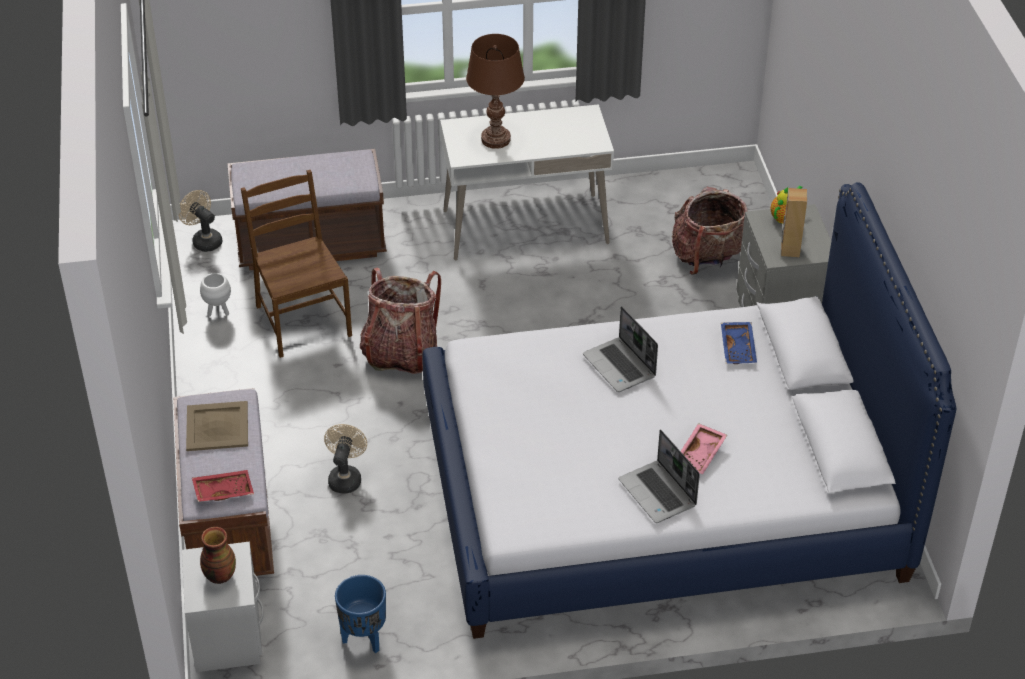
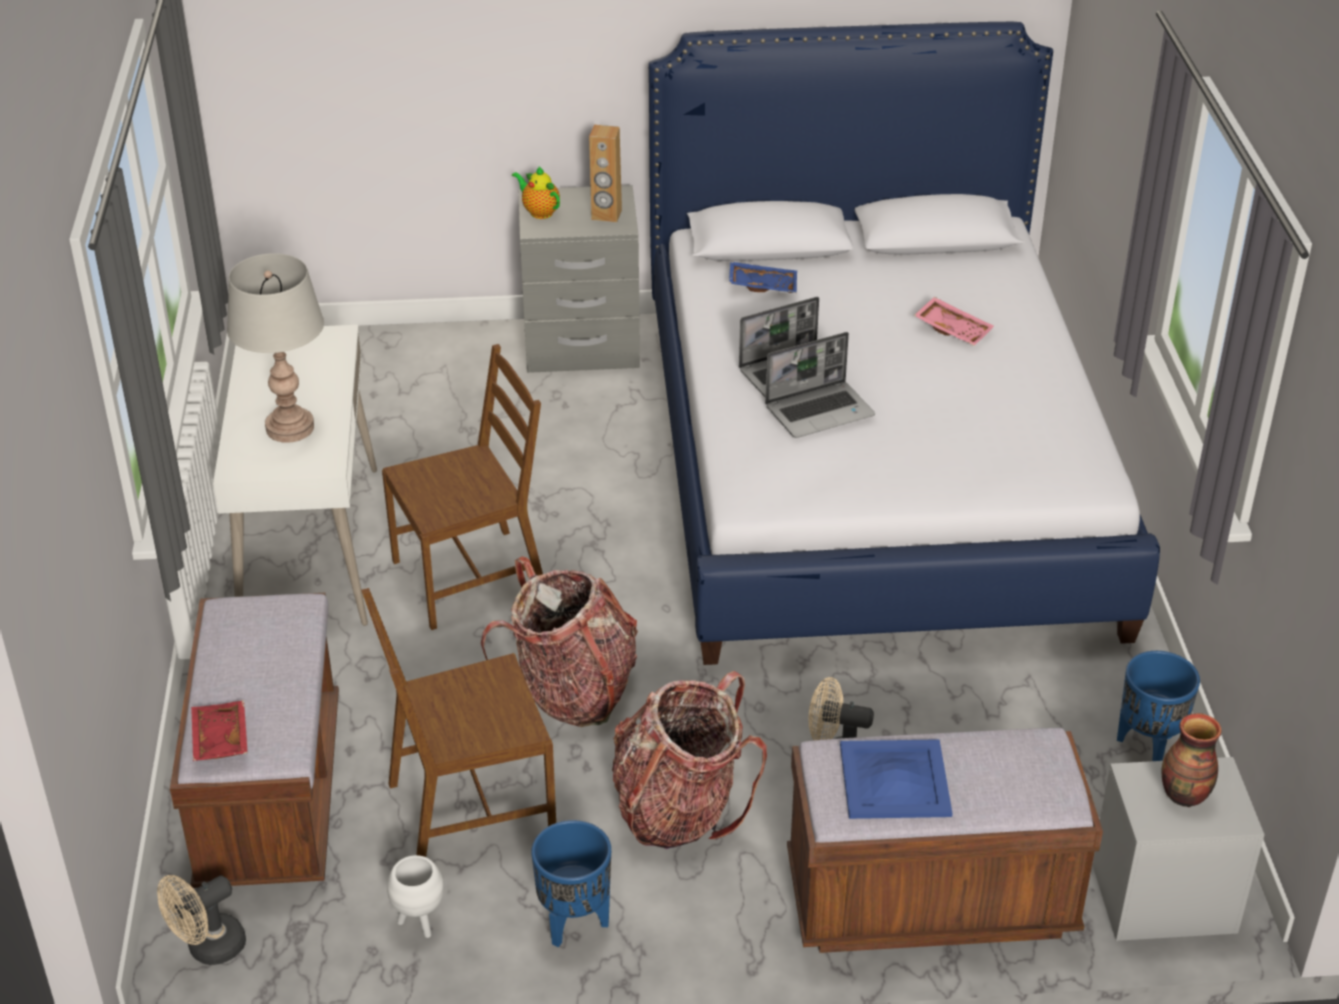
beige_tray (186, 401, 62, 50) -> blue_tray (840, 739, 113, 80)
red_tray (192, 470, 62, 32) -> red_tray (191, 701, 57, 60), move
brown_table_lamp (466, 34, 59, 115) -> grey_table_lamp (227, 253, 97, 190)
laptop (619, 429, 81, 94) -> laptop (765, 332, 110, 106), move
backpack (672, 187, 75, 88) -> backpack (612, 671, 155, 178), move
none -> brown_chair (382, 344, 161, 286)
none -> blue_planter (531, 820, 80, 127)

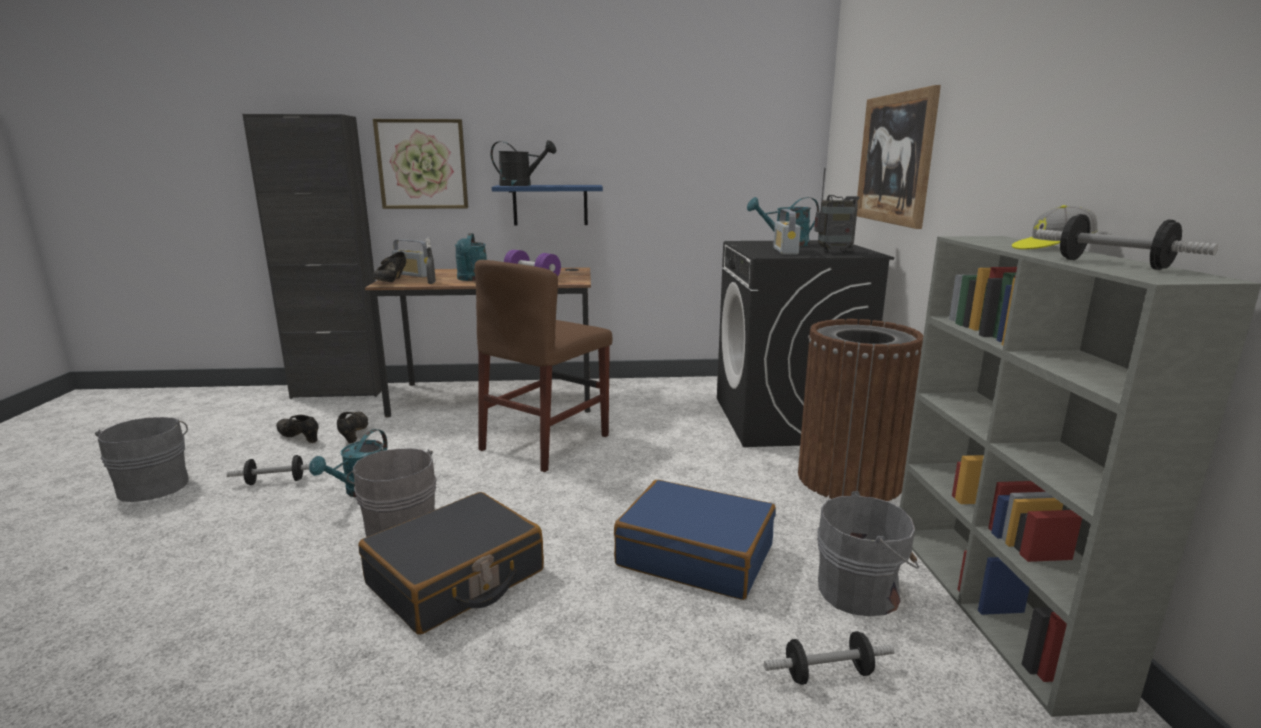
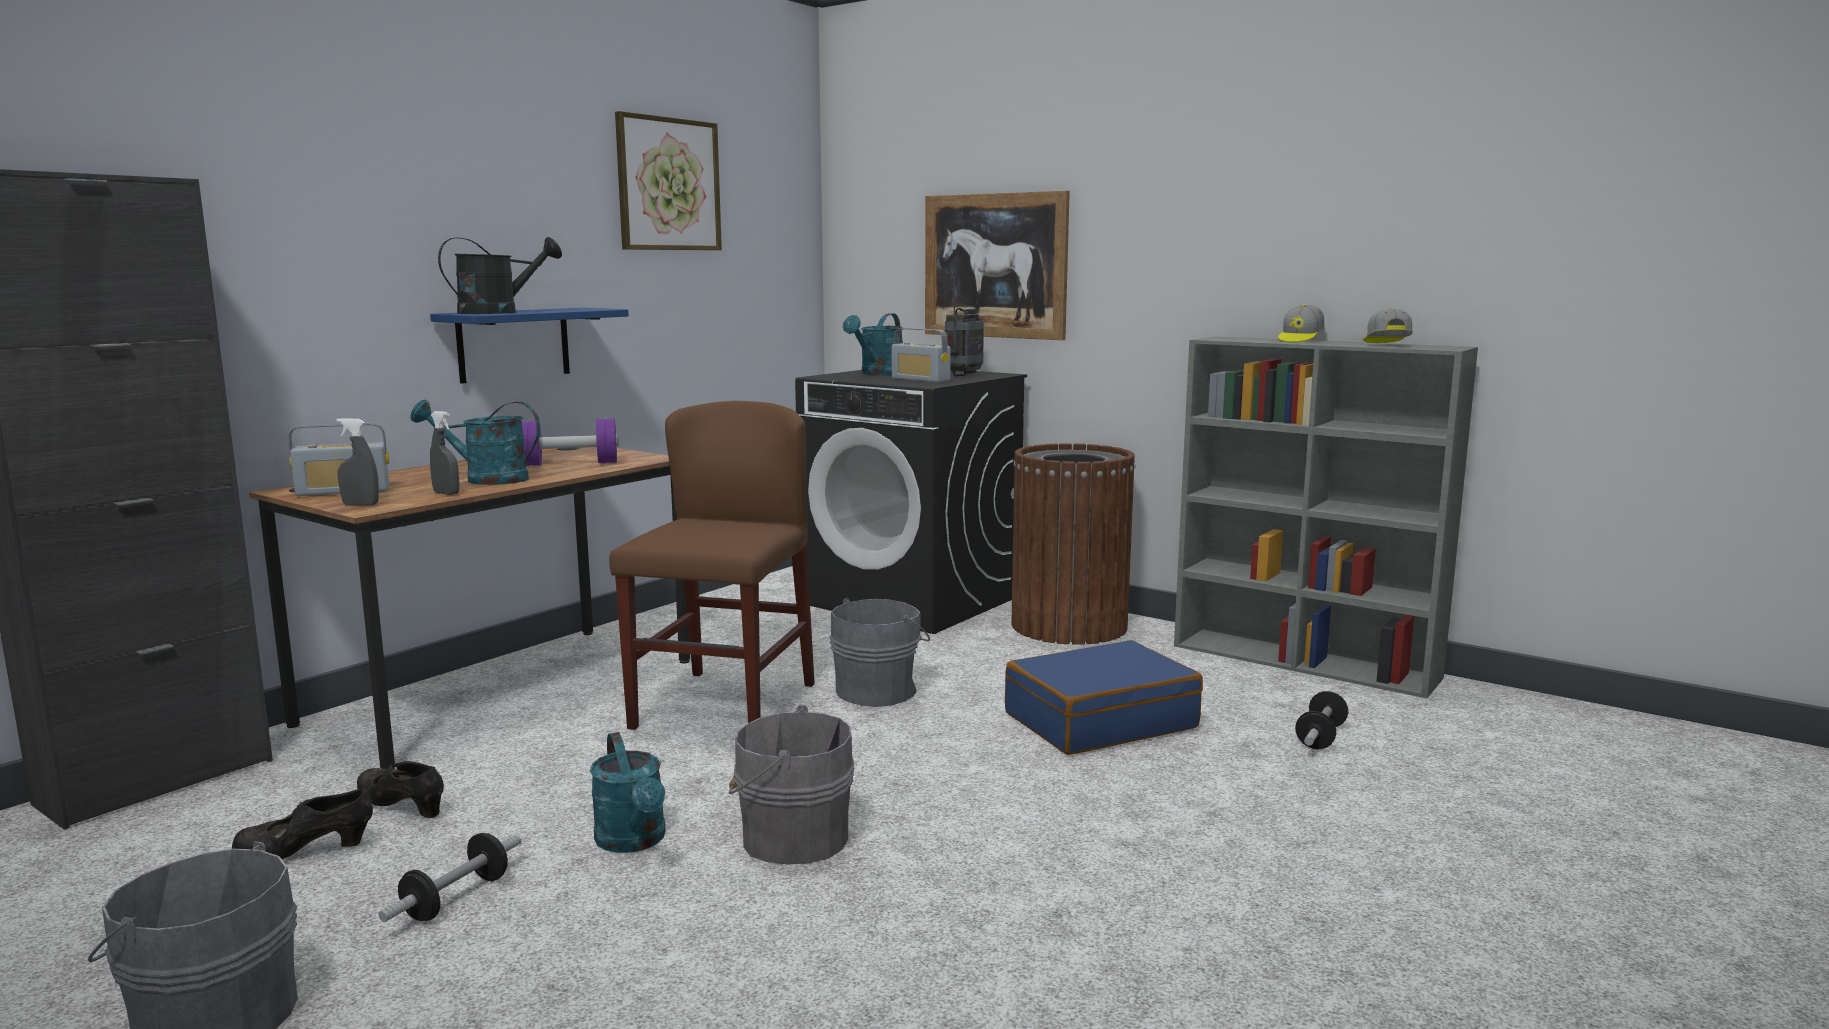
black_suitcase (358, 492, 186, 143) -> none
picture (373, 119, 95, 90) -> picture (615, 111, 107, 139), move
black_shoe (373, 252, 33, 30) -> grey_spray_bottle (337, 418, 42, 87)
turquoise_watering_can (455, 233, 32, 48) -> turquoise_watering_can (410, 400, 130, 85), 150 degrees clockwise
brown_chair (474, 260, 138, 212) -> brown_chair (609, 401, 206, 329), 150 degrees counterclockwise
grey_bucket (817, 491, 102, 126) -> grey_bucket (829, 598, 101, 109), move
dumbbell (1035, 214, 183, 56) -> cap (1363, 308, 49, 35)

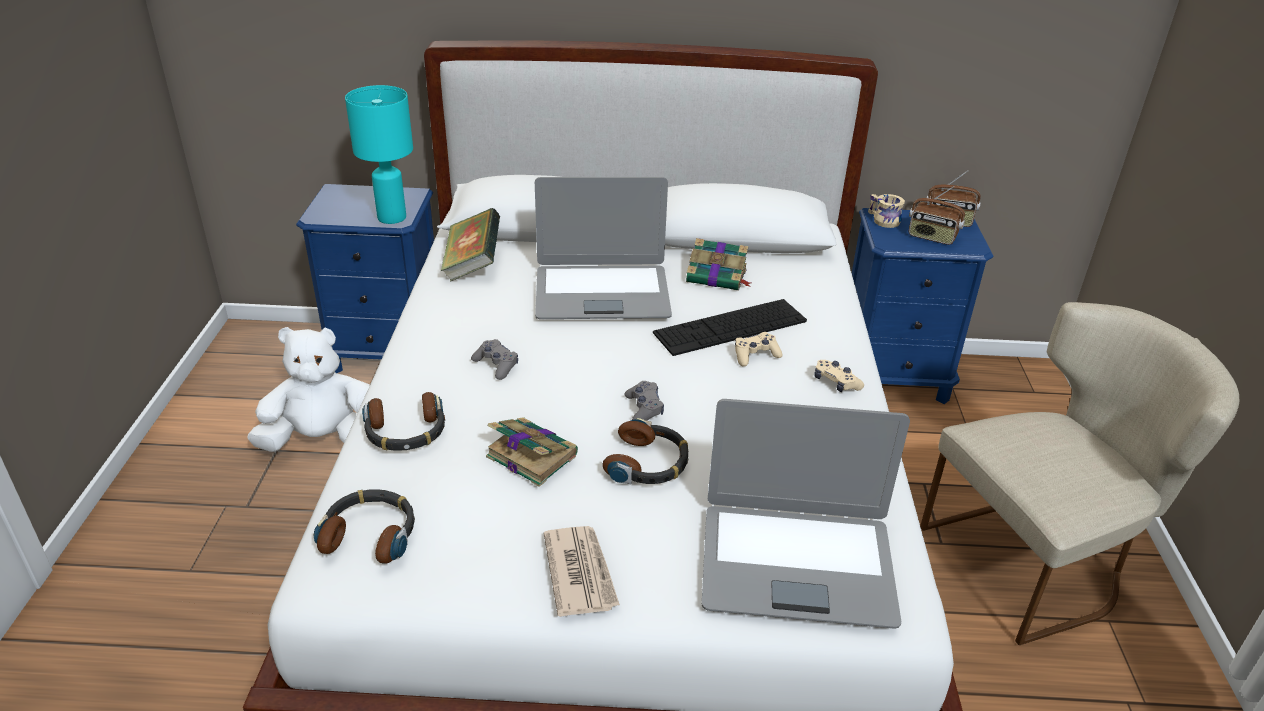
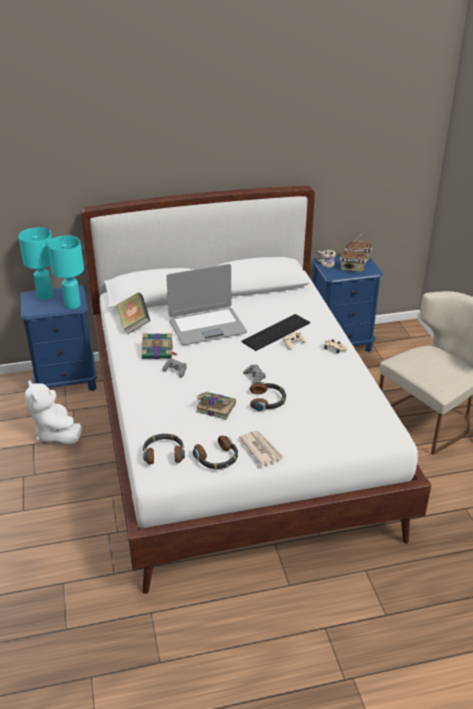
white_plush_toy (247, 327, 123, 125) -> white_plush_toy (25, 380, 57, 64), 90 degrees counterclockwise
headphones (362, 392, 83, 59) -> headphones (193, 436, 45, 34), move
book (686, 238, 65, 53) -> book (141, 333, 36, 26), move
laptop (702, 399, 208, 229) -> none
none -> turquoise_table_lamp (19, 227, 34, 73)

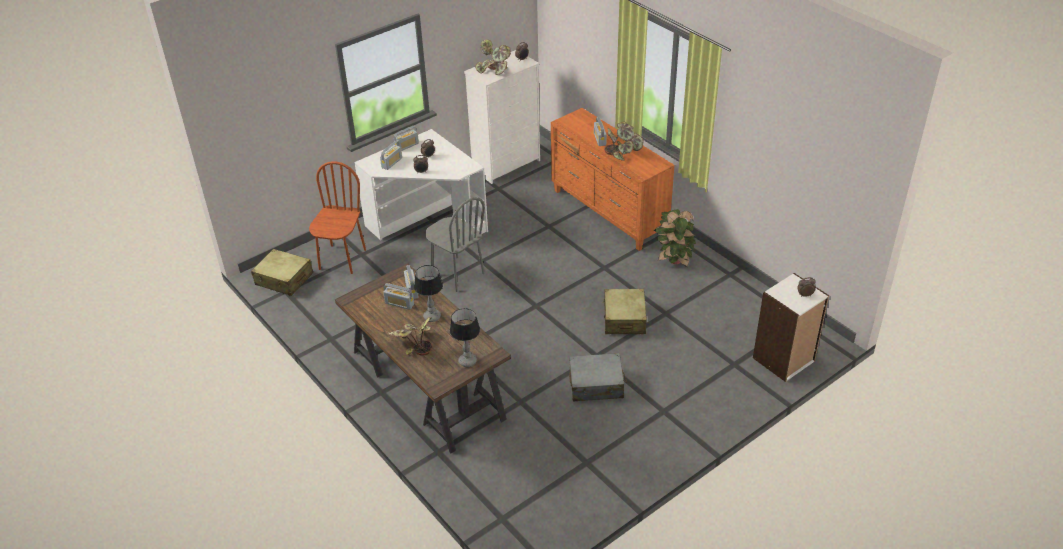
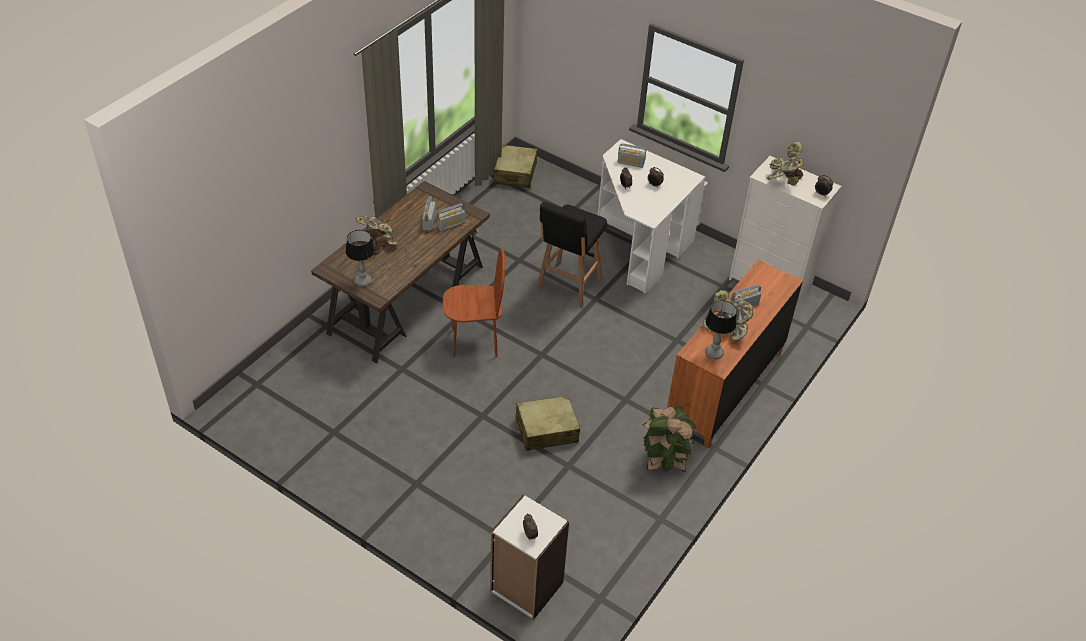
brown_chair (309, 161, 57, 113) -> brown_chair (443, 249, 62, 109), move
radio (394, 126, 25, 25) -> none
table_lamp (414, 265, 29, 57) -> table_lamp (705, 300, 32, 60), move
grey_chair (425, 197, 60, 95) -> black_stool (536, 202, 71, 105)
grey_suitcase (569, 353, 58, 48) -> none

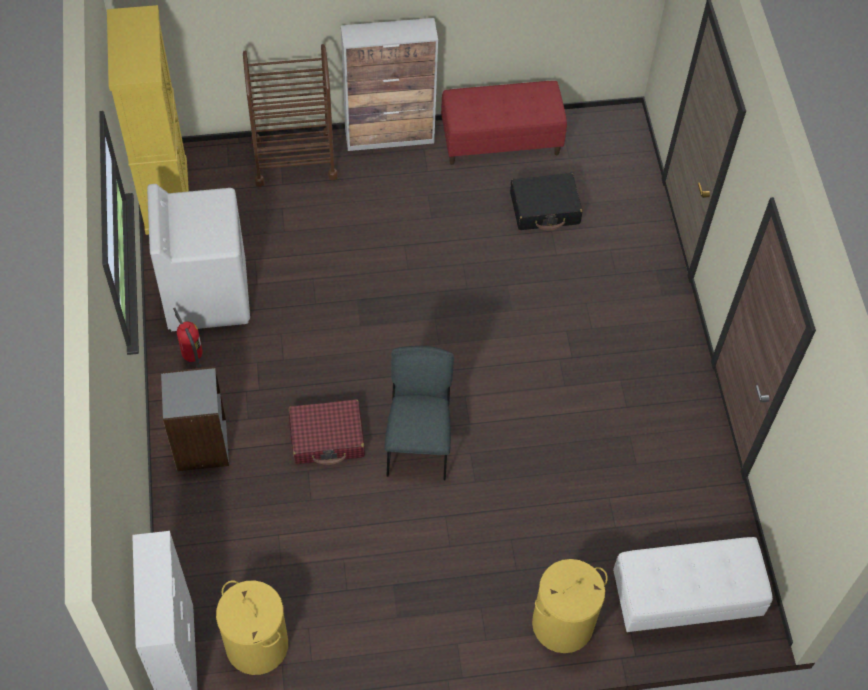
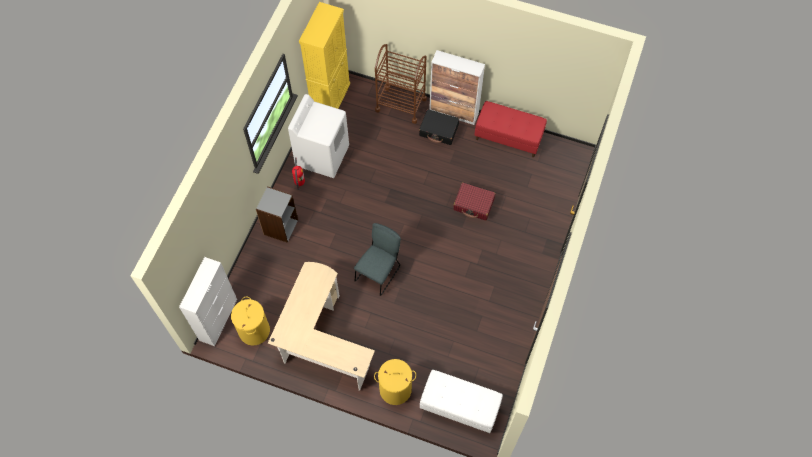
red_suitcase (289, 399, 76, 66) -> red_suitcase (453, 182, 43, 39), move
black_suitcase (510, 173, 73, 58) -> black_suitcase (419, 109, 40, 36), move
none -> beige_desk (268, 262, 107, 129)

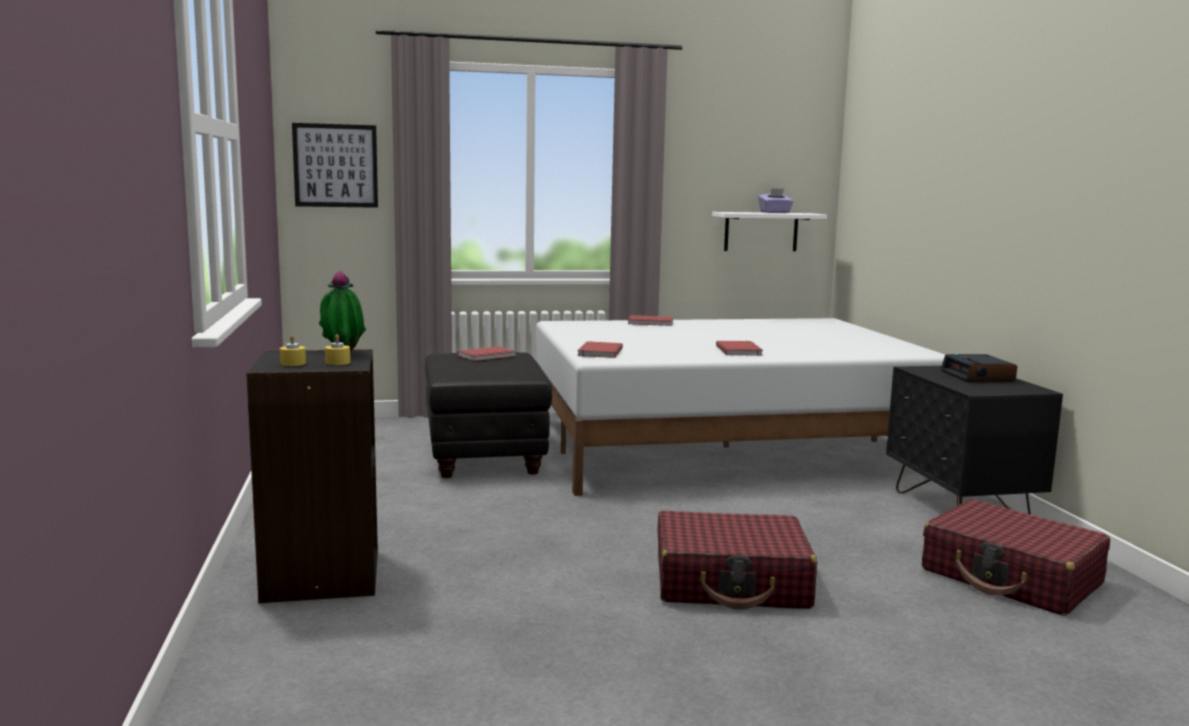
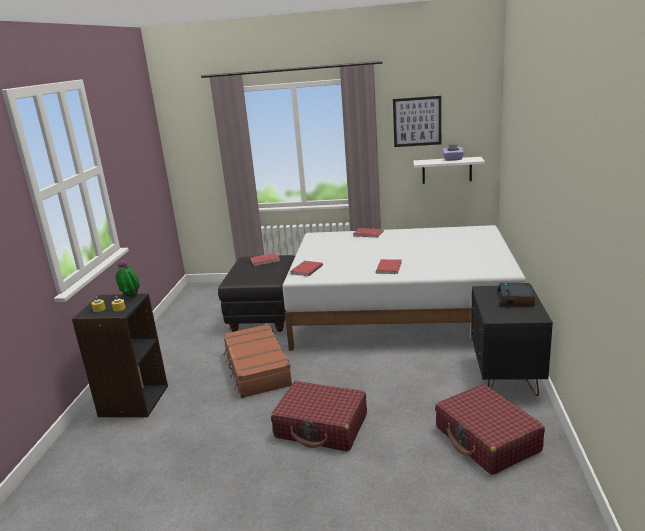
picture (292, 123, 86, 85) -> picture (393, 96, 48, 51), move
none -> brown_suitcase (223, 324, 69, 74)

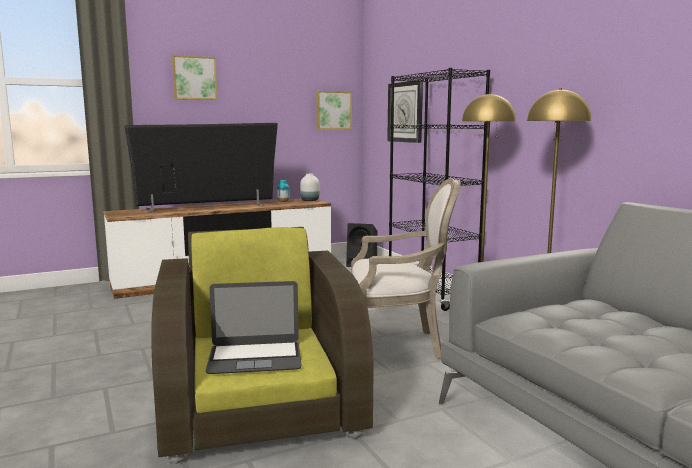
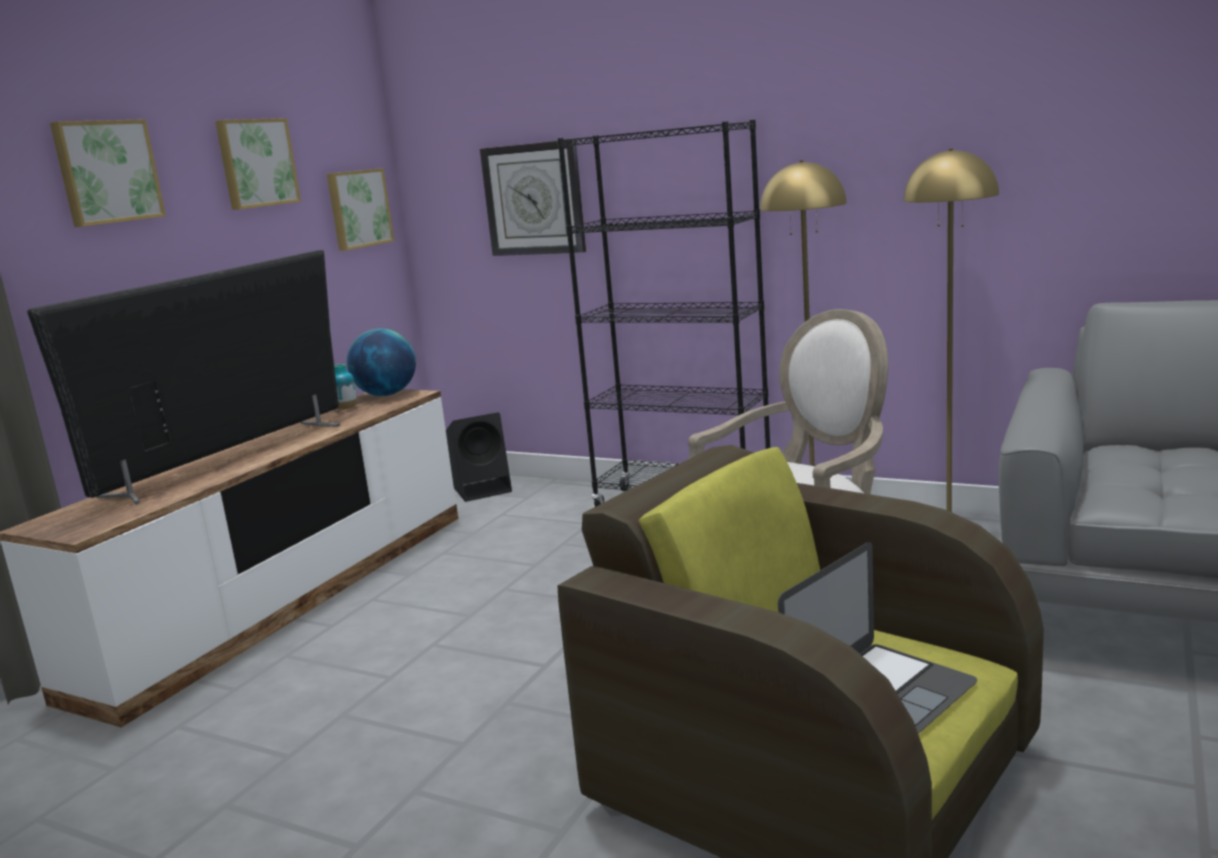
white_vase (300, 174, 19, 27) -> globe (347, 328, 69, 68)
none -> picture (215, 118, 86, 92)

